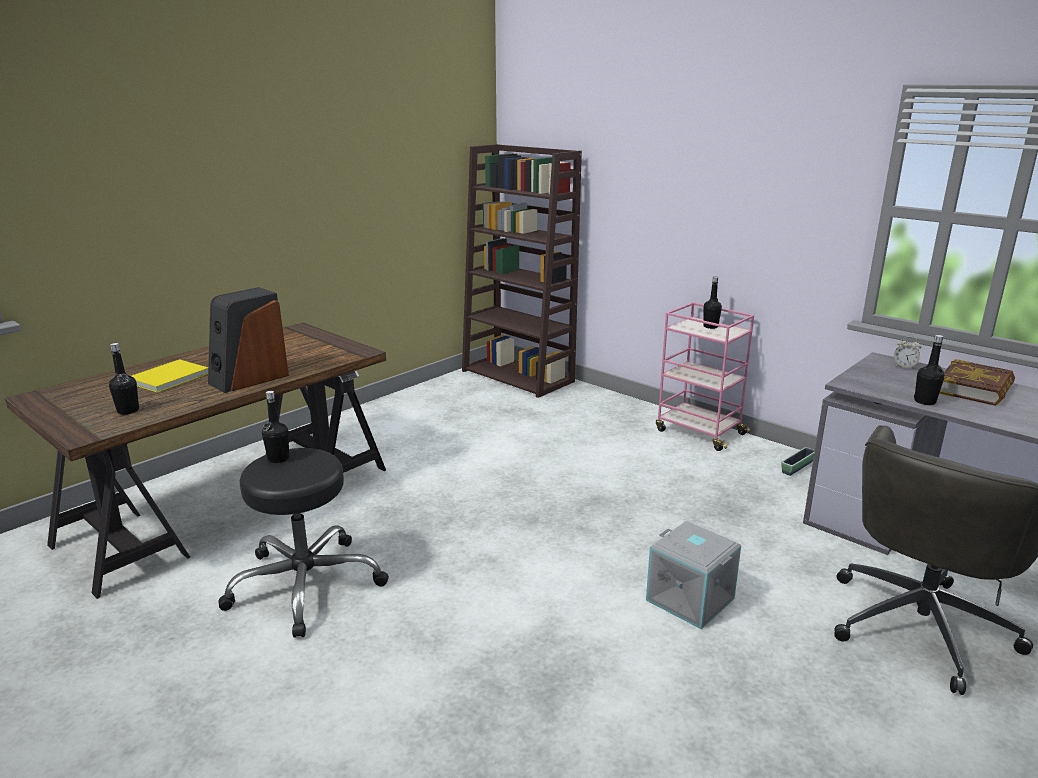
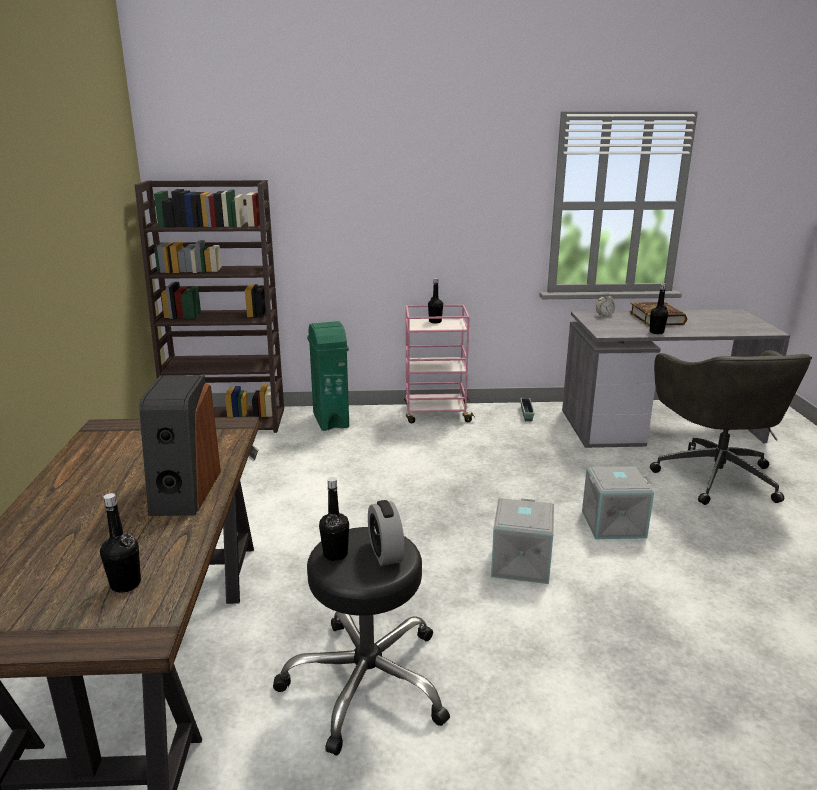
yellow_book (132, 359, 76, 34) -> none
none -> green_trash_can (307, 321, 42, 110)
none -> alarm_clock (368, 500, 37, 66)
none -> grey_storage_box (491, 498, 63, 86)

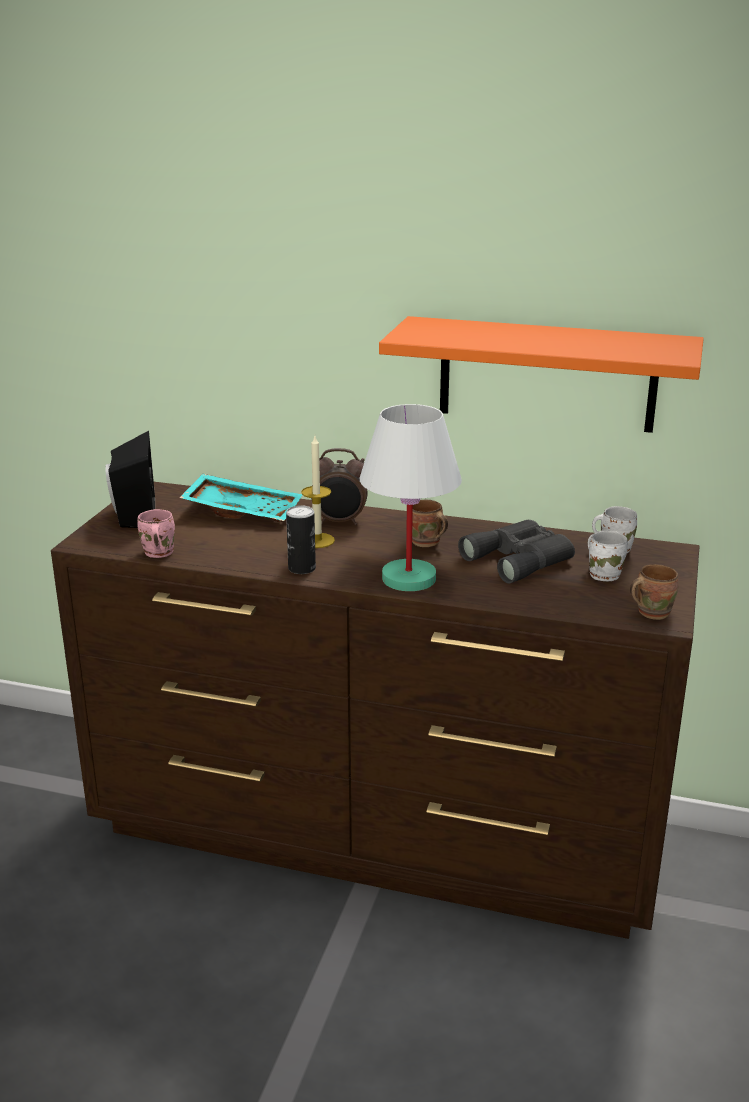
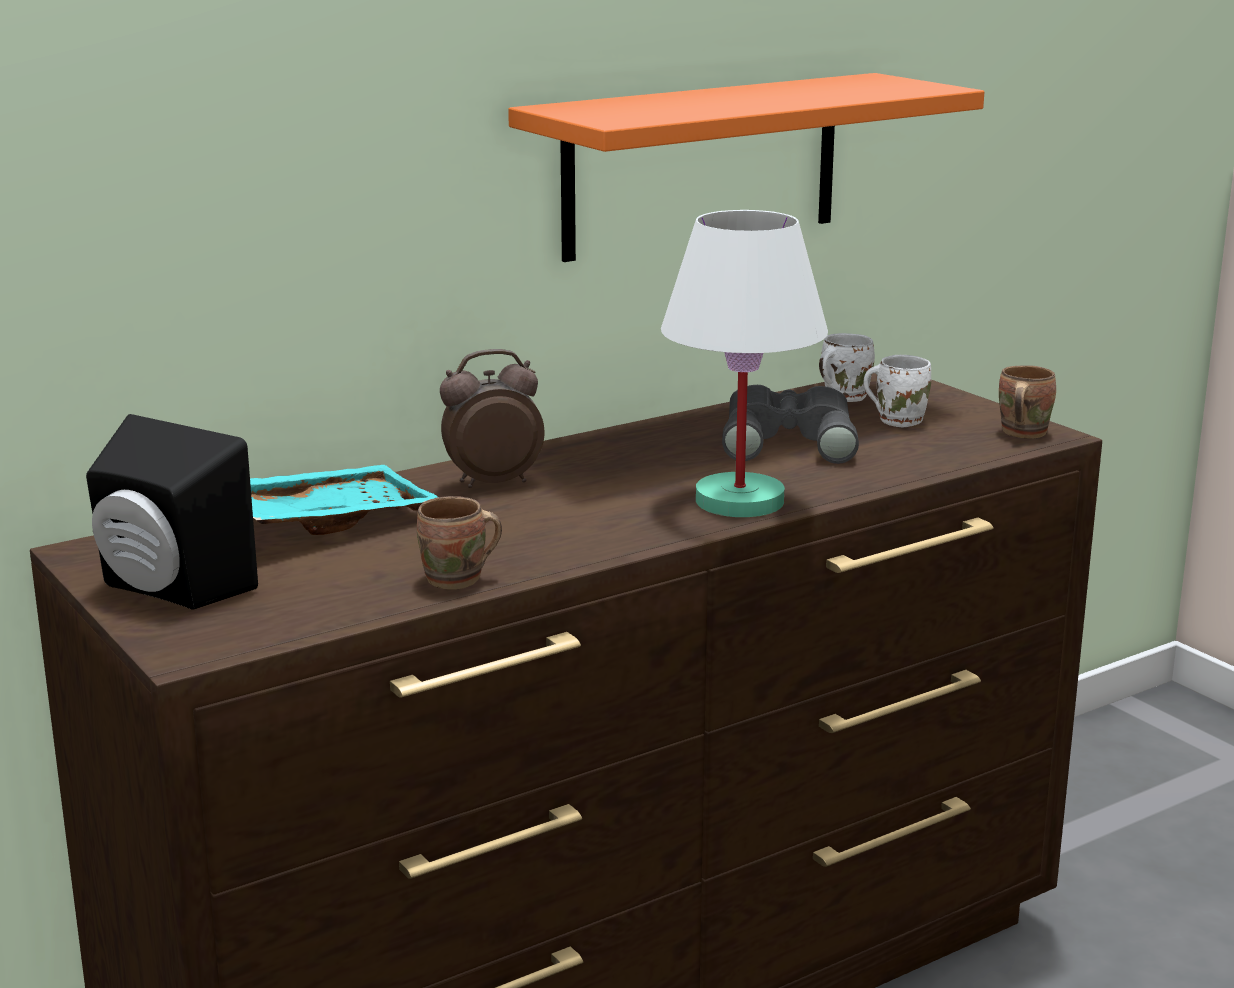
pink_mug (137, 509, 38, 49) -> none
can (286, 505, 30, 69) -> none
candle (301, 436, 34, 112) -> none
alarm_clock (311, 448, 56, 77) -> alarm_clock (440, 349, 105, 139), 150 degrees counterclockwise
brown_mug (412, 500, 36, 47) -> brown_mug (417, 496, 85, 94), move

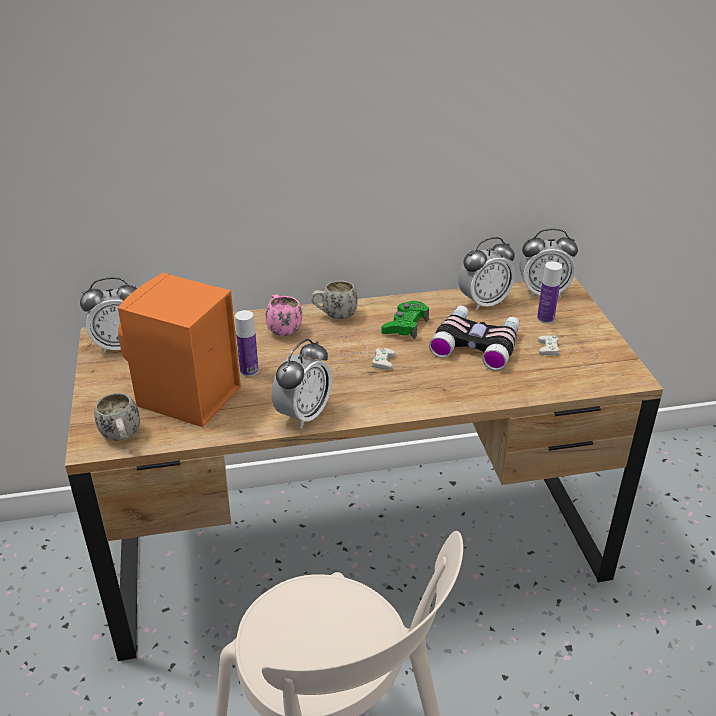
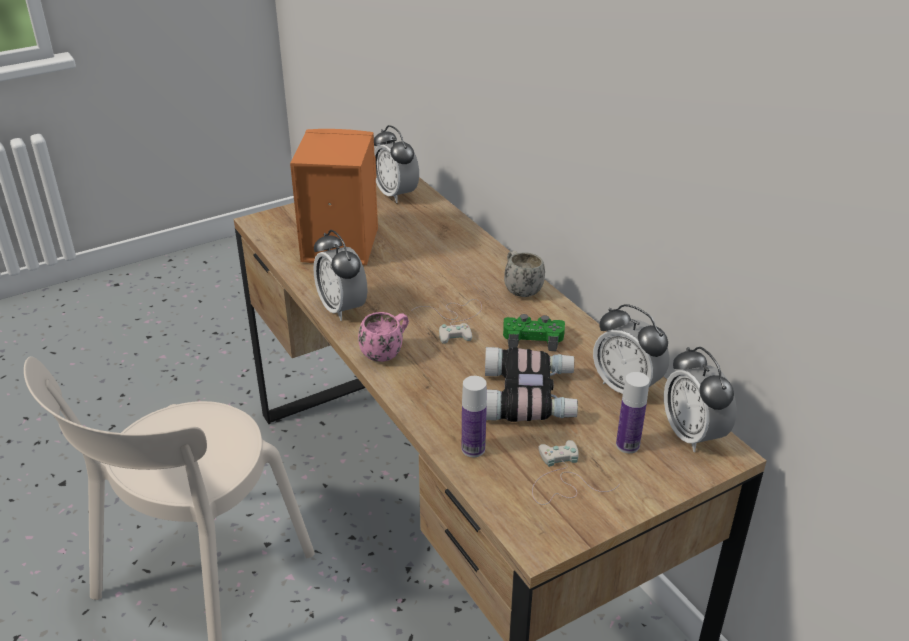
white_mug (94, 393, 46, 48) -> none
bottle (235, 310, 24, 67) -> bottle (462, 376, 25, 81), move
pink_mug (266, 294, 36, 42) -> pink_mug (358, 312, 51, 50), move
alarm_clock (271, 339, 61, 90) -> alarm_clock (313, 230, 54, 91), 45 degrees clockwise

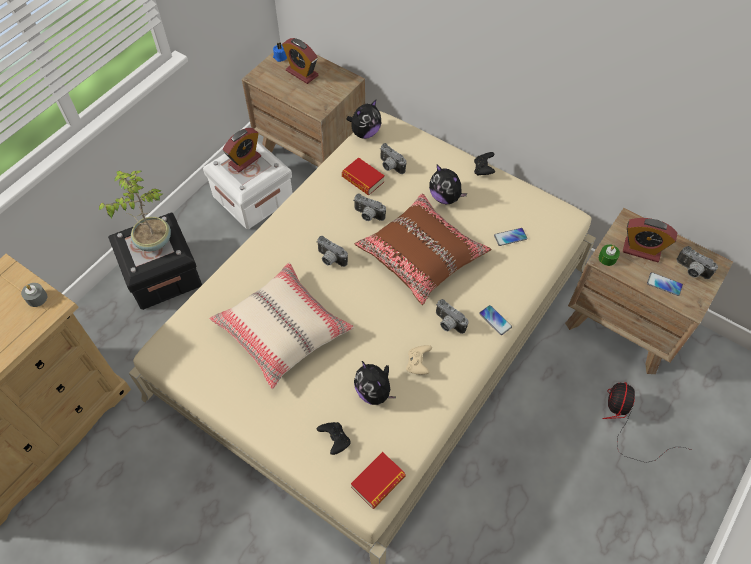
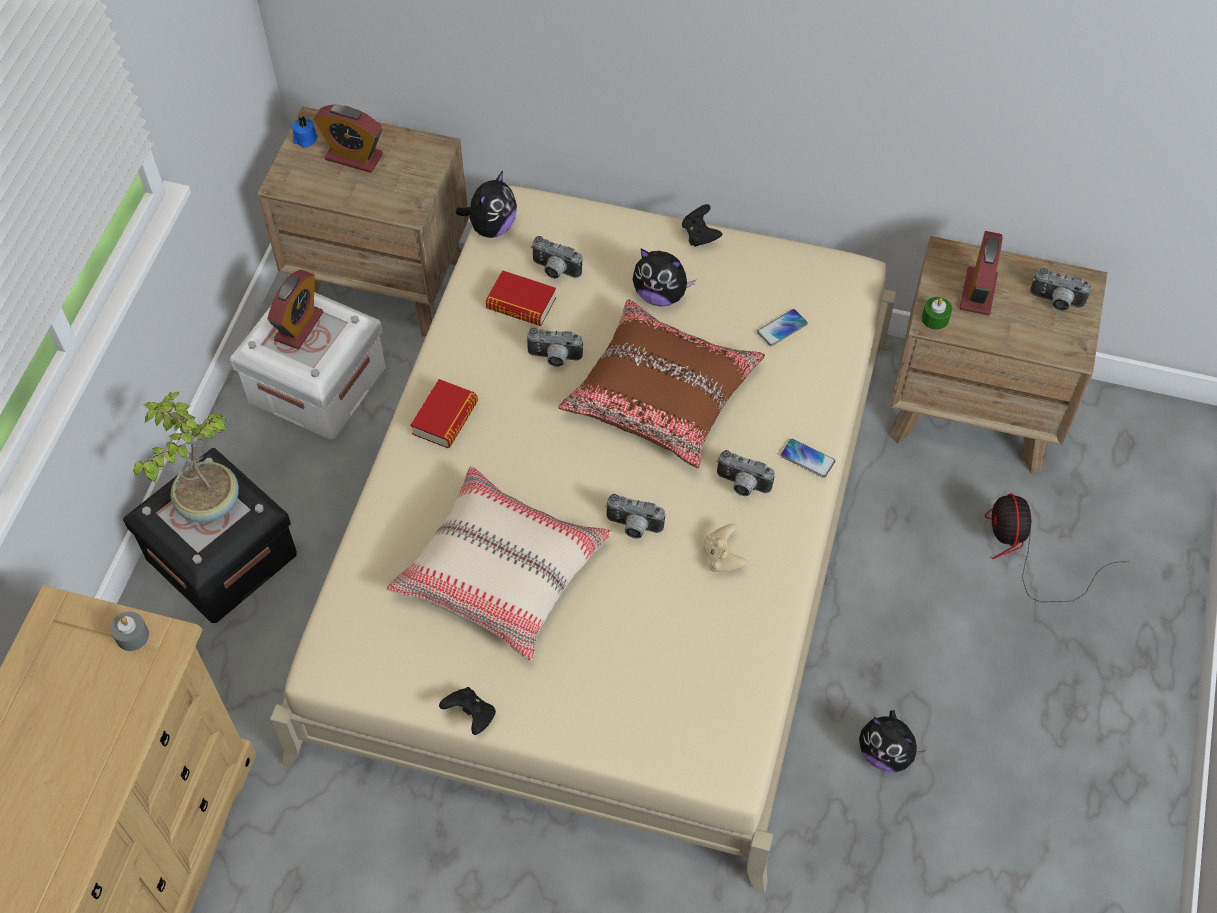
photo_camera (317, 236, 31, 31) -> photo_camera (605, 494, 60, 45), move
black_game_controller (317, 422, 34, 33) -> black_game_controller (439, 687, 57, 48), move
book (351, 452, 55, 57) -> book (410, 379, 68, 69), move
plush_toy (354, 361, 42, 44) -> plush_toy (859, 710, 67, 62), move
alarm_clock (623, 218, 55, 44) -> alarm_clock (960, 231, 43, 85), 75 degrees counterclockwise
phone (647, 272, 36, 24) -> none

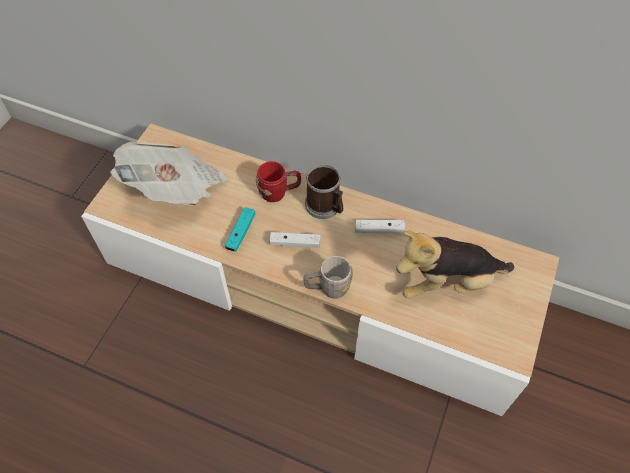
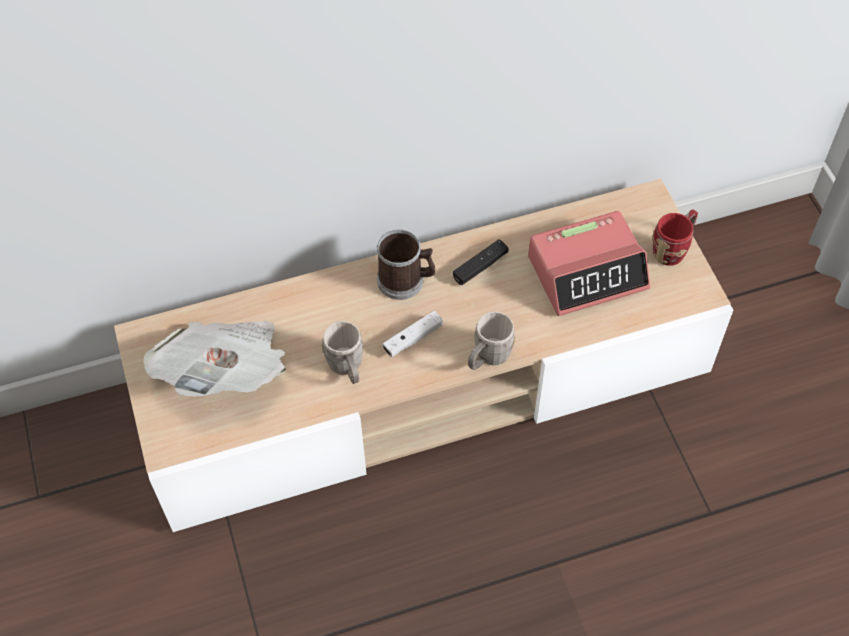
turquoise_game_controller (225, 207, 30, 45) -> grey_mug (321, 321, 42, 63)
red_mug (256, 161, 45, 41) -> red_mug (652, 210, 46, 56), move
white_game_controller (355, 220, 50, 13) -> black_game_controller (453, 239, 55, 46)
plush_toy (396, 230, 118, 68) -> alarm_clock (528, 211, 122, 105)

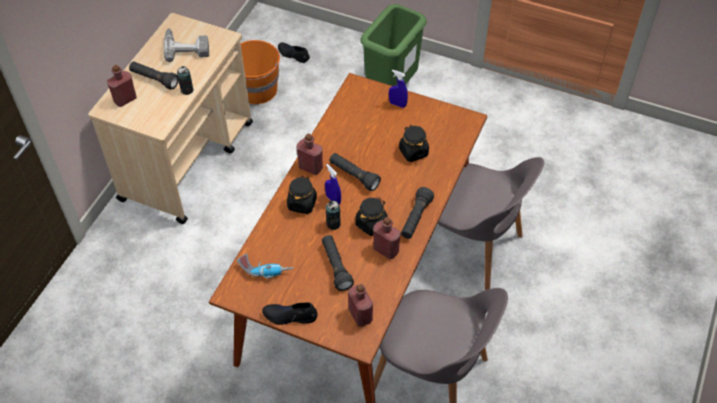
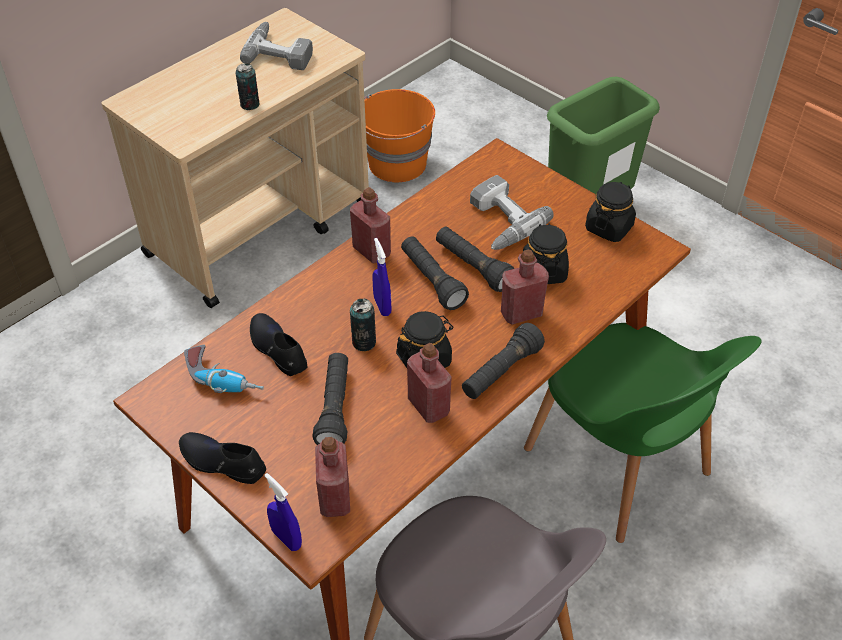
red_bottle (107, 65, 30, 42) -> red_bottle (501, 250, 48, 75), move
black_flashlight (129, 61, 50, 28) -> black_flashlight (436, 227, 78, 65), move
black_shoe (278, 42, 32, 21) -> black_shoe (250, 313, 58, 63), move
black_jar (287, 176, 30, 38) -> black_jar (585, 182, 51, 60), move
blue_spray_bottle (389, 70, 19, 38) -> blue_spray_bottle (264, 473, 38, 78), move
grey_chair (437, 157, 107, 133) -> green_chair (524, 323, 238, 220)
none -> power_drill (470, 175, 84, 75)

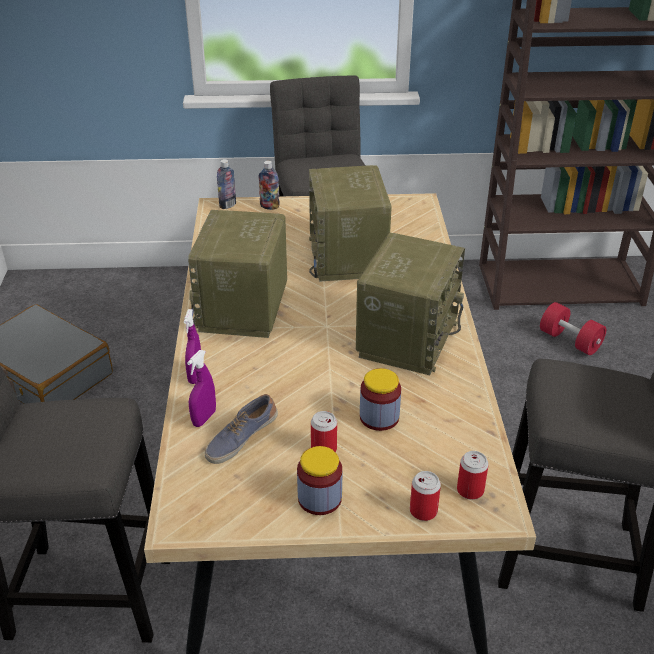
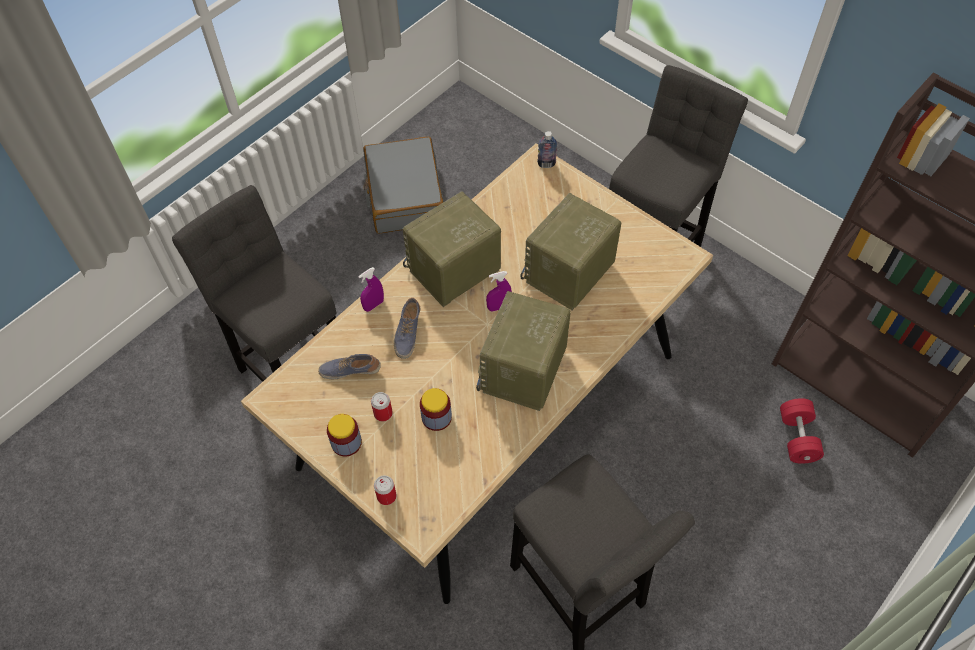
purple_spray_bottle (187, 350, 29, 77) -> purple_spray_bottle (486, 271, 26, 41), move
bottle (258, 161, 22, 49) -> none
radio (356, 233, 109, 142) -> radio (476, 291, 95, 120), 135 degrees clockwise
can (457, 451, 32, 49) -> none
none -> shoe (394, 298, 26, 61)

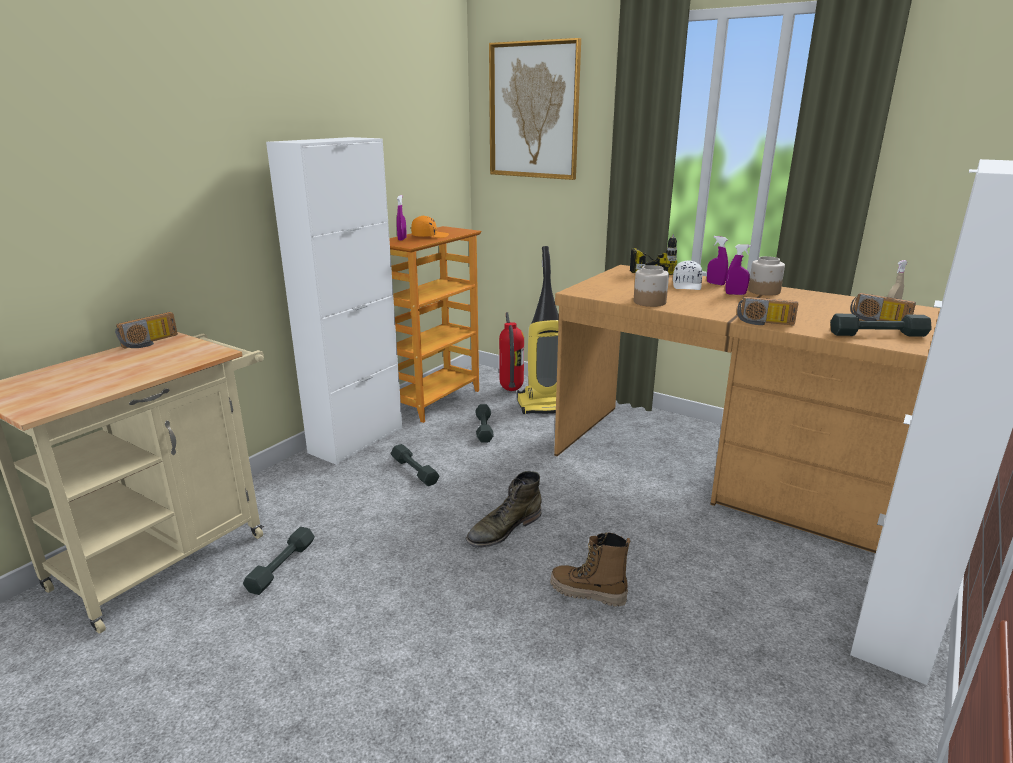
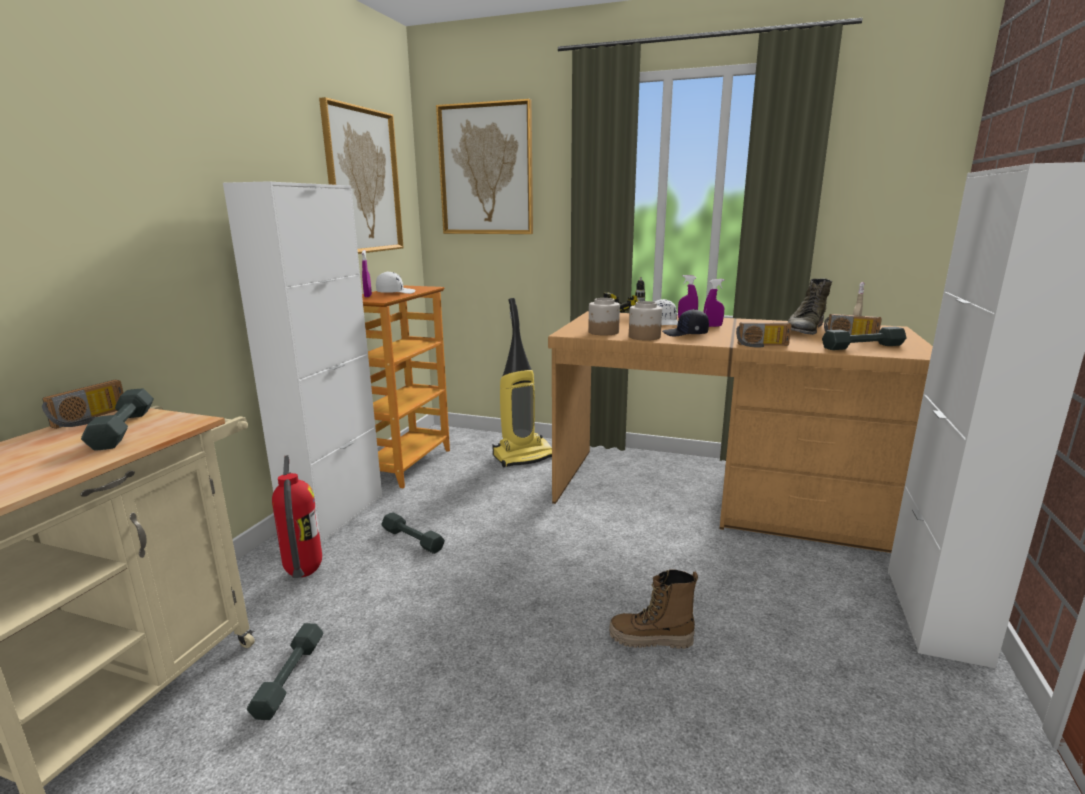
orange_cap (411, 215, 38, 23) -> white_cap (376, 271, 40, 23)
green_boot (466, 471, 75, 76) -> green_boot (788, 279, 44, 56), move
grey_dumbbell (476, 404, 18, 39) -> grey_dumbbell (81, 389, 73, 62), move
fire_extinguisher (499, 312, 25, 79) -> fire_extinguisher (272, 455, 50, 123), move
jar (748, 256, 37, 40) -> jar (588, 298, 32, 37), move
none -> picture (319, 97, 85, 157)
none -> black_cap (662, 309, 47, 27)

